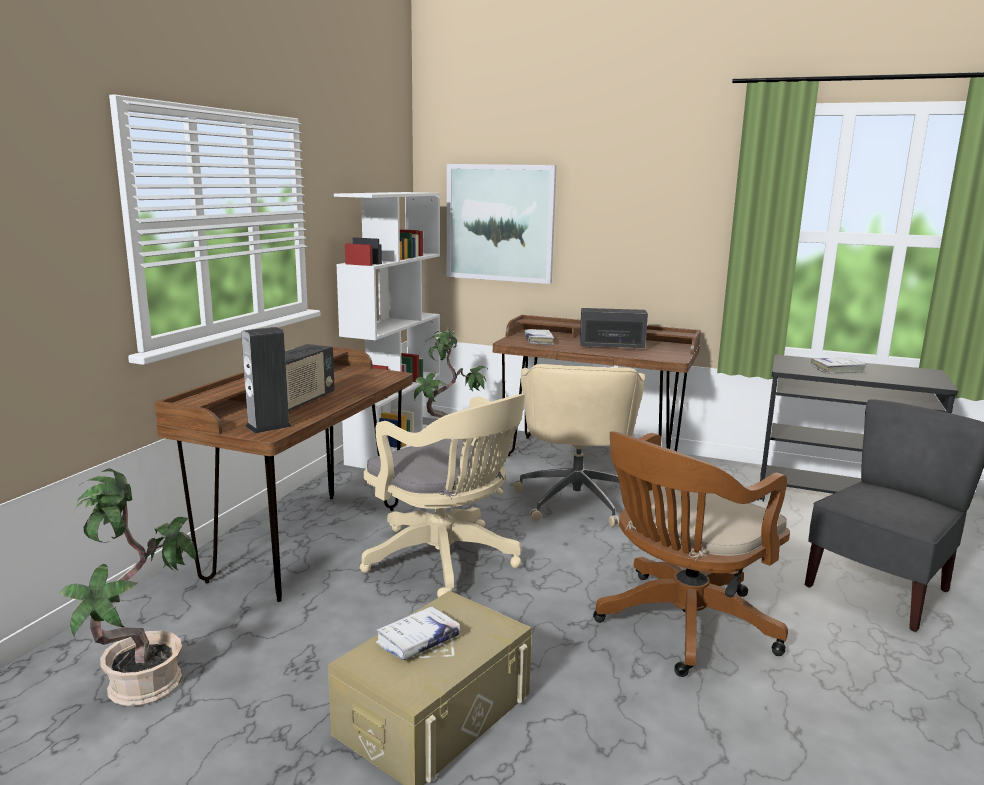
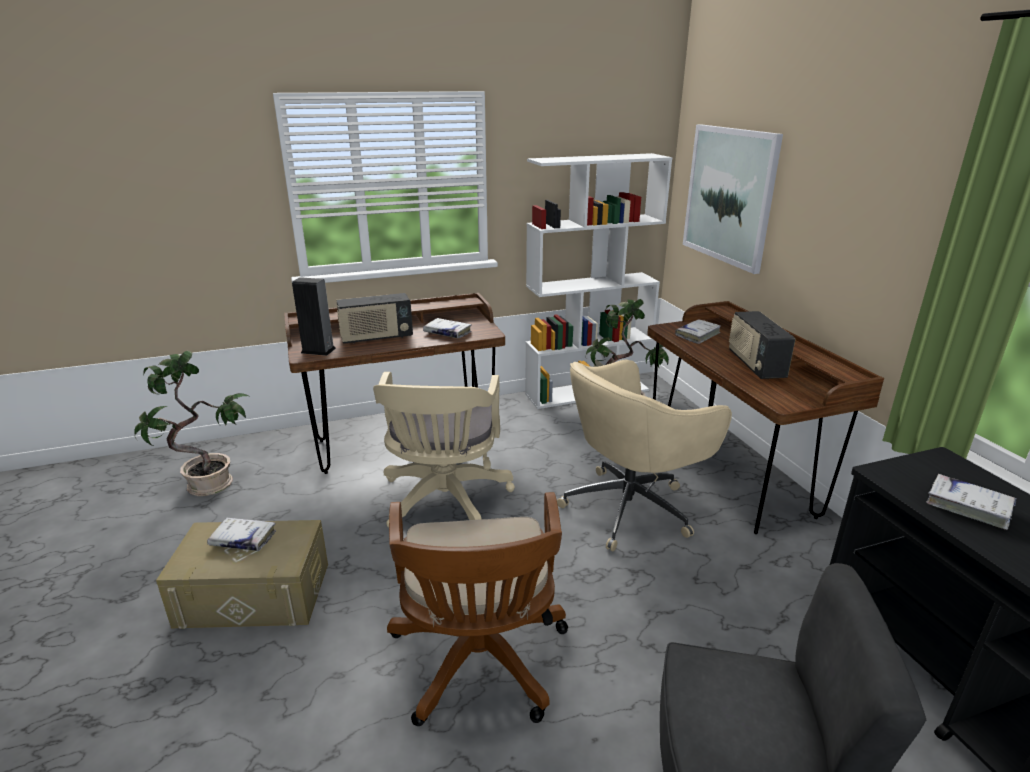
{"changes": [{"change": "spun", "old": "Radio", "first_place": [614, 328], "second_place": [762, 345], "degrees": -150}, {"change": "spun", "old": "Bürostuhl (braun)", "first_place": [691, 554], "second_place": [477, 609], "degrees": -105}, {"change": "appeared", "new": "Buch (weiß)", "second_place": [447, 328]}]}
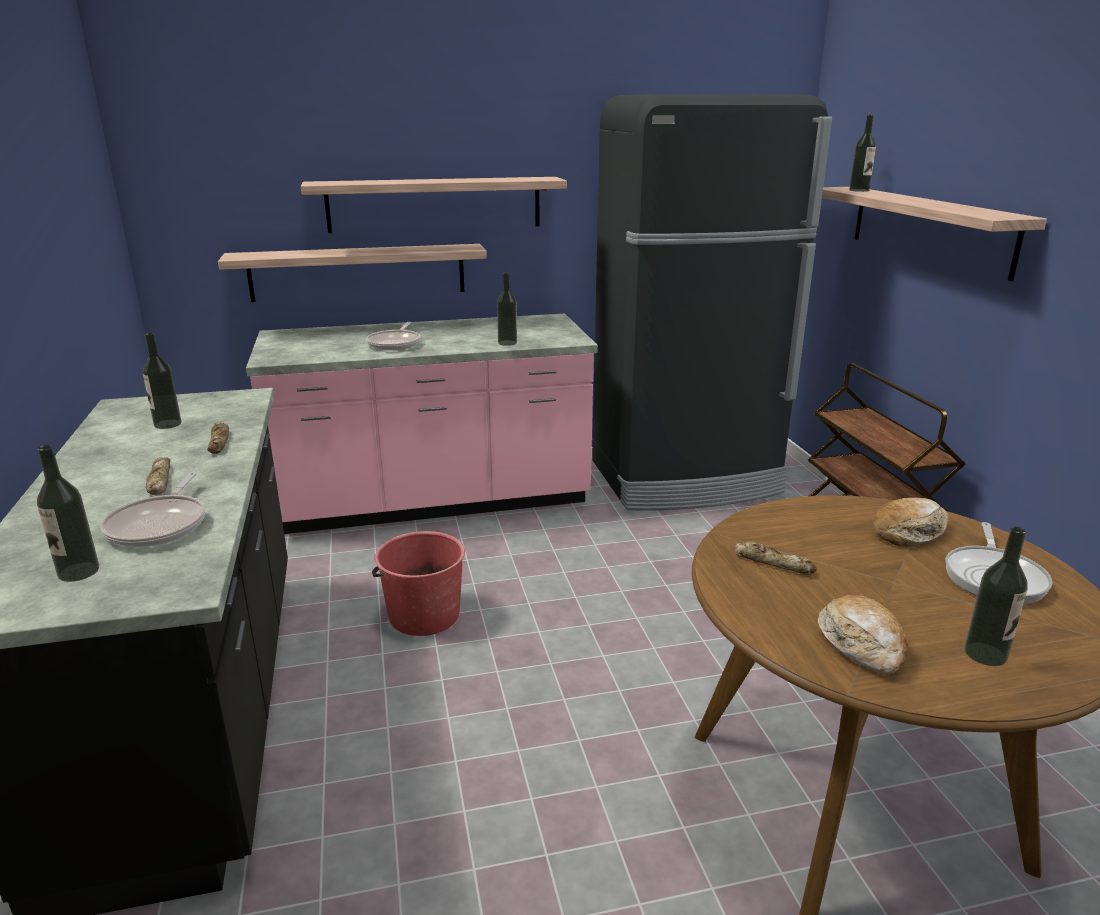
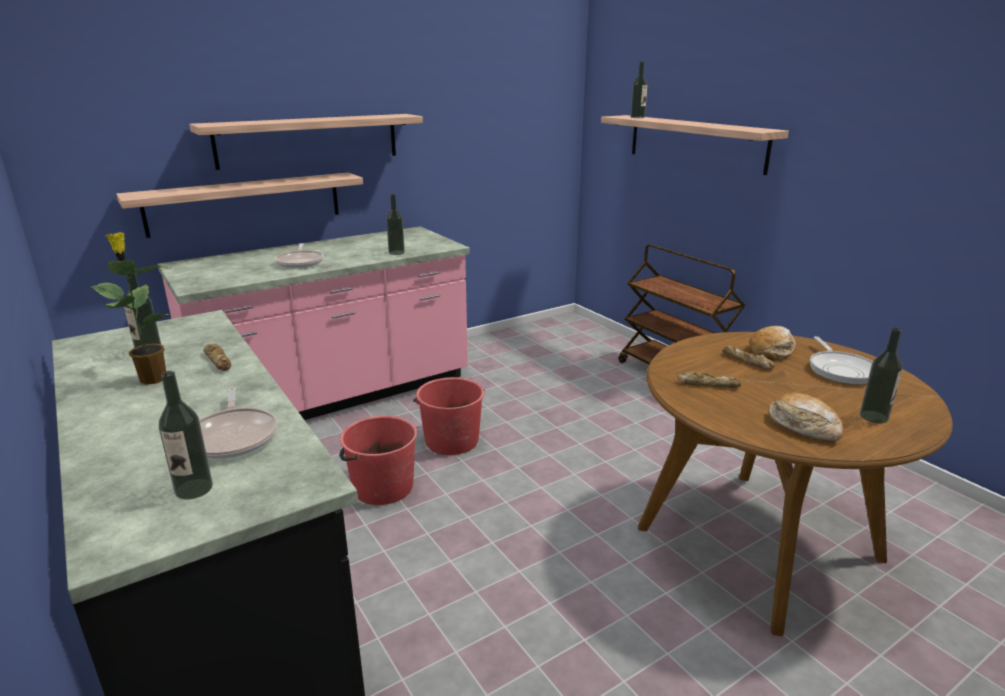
{"changes": [{"change": "missing", "old": "Kühlschrank (schwarz)", "first_place": [712, 302]}, {"change": "relocated", "old": "Brot", "first_place": [158, 476], "second_place": [748, 358]}, {"change": "appeared", "new": "Topfpflanze", "second_place": [131, 308]}, {"change": "appeared", "new": "Eimer (rot)", "second_place": [449, 416]}]}
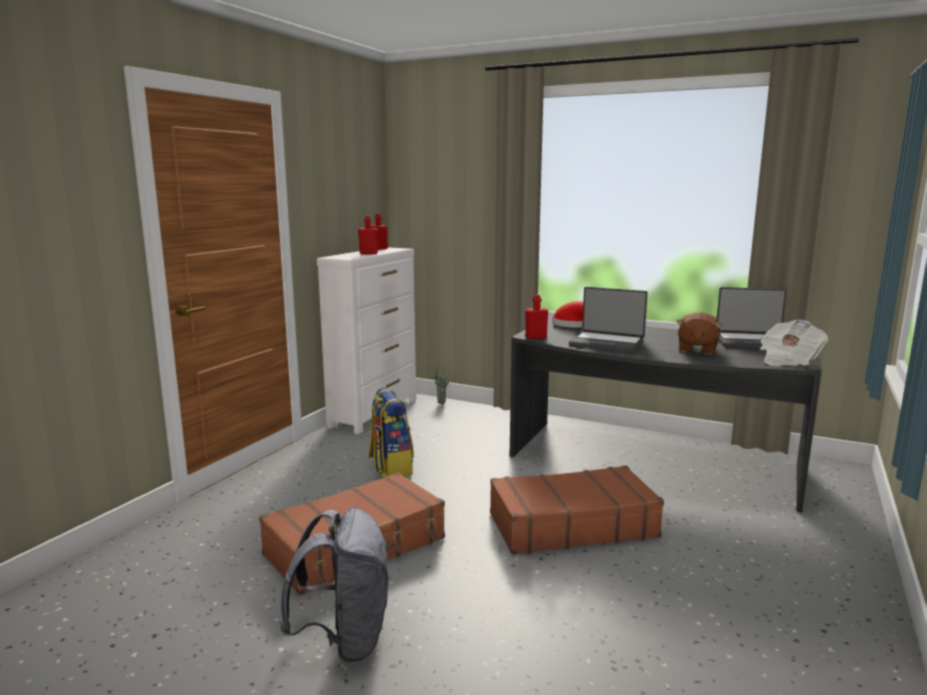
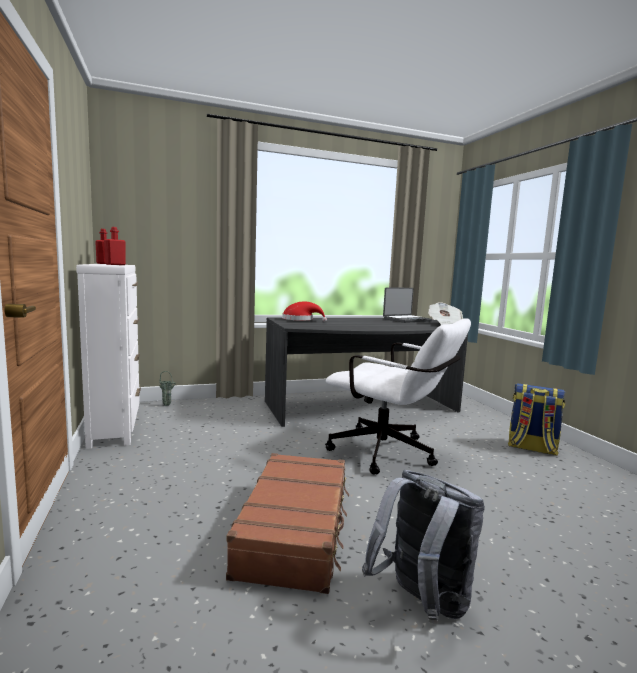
{"changes": [{"change": "missing", "old": "Laptop", "first_place": [608, 319]}, {"change": "missing", "old": "Flasche (rot)", "first_place": [536, 317]}, {"change": "missing", "old": "Plüschtier (braun)", "first_place": [699, 333]}, {"change": "relocated", "old": "Rucksack", "first_place": [391, 432], "second_place": [536, 419]}, {"change": "exchanged", "old": "Koffer (braun)", "new": "Bürostuhl (weiß)", "first_place": [577, 510], "second_place": [398, 396]}]}
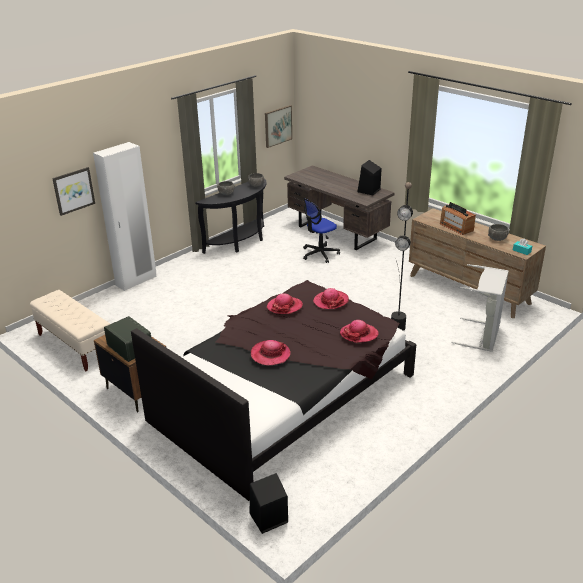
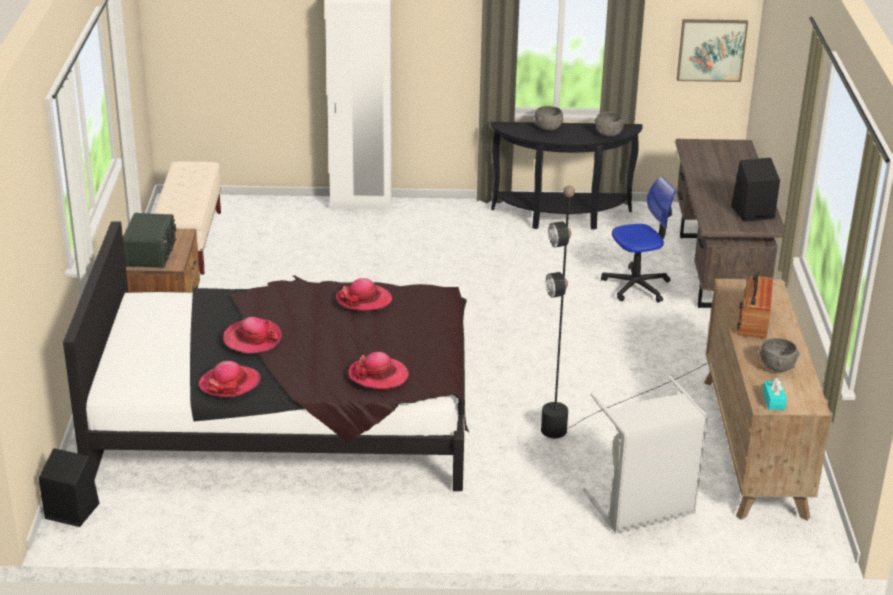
{"changes": [{"change": "missing", "old": "Bild", "first_place": [73, 191]}, {"change": "spun", "old": "Bürostuhl", "first_place": [321, 230], "second_place": [638, 240], "degrees": 150}, {"change": "relocated", "old": "Hut", "first_place": [331, 298], "second_place": [230, 379]}]}
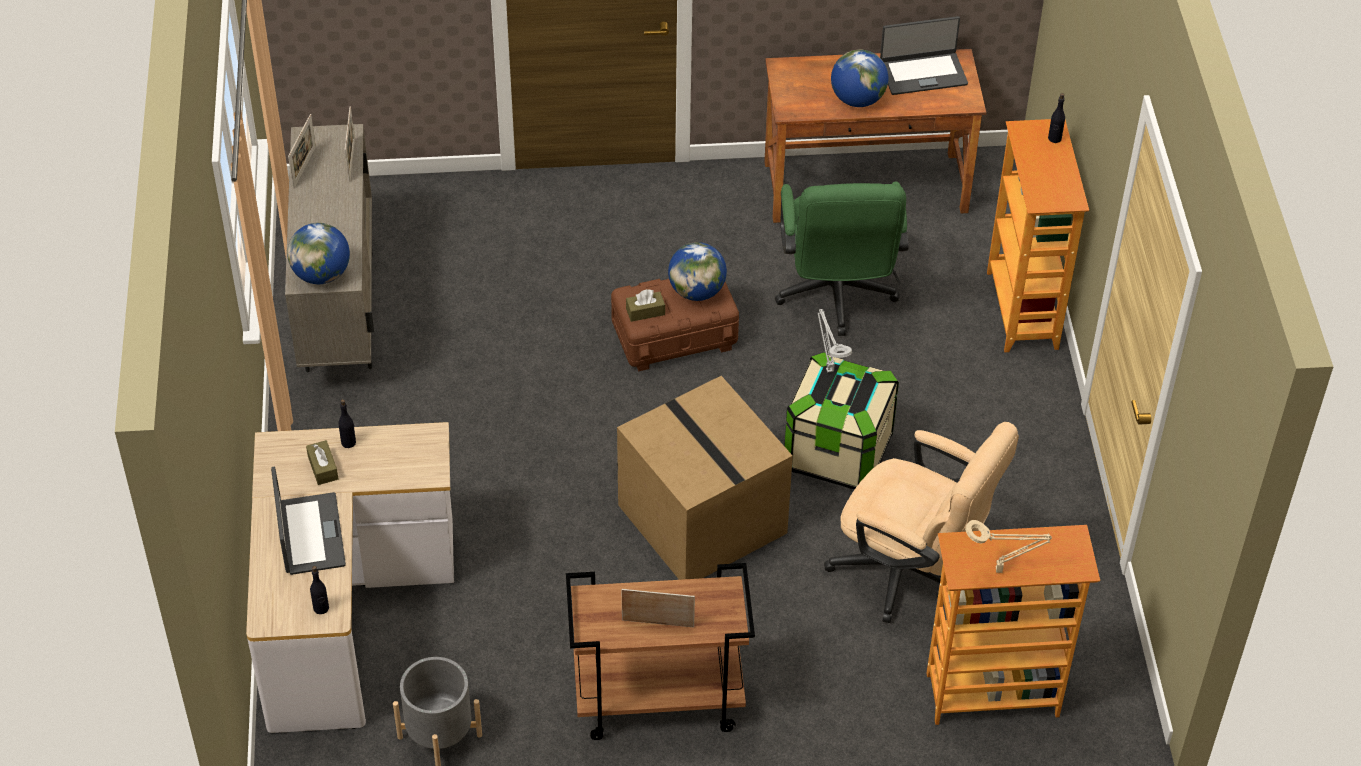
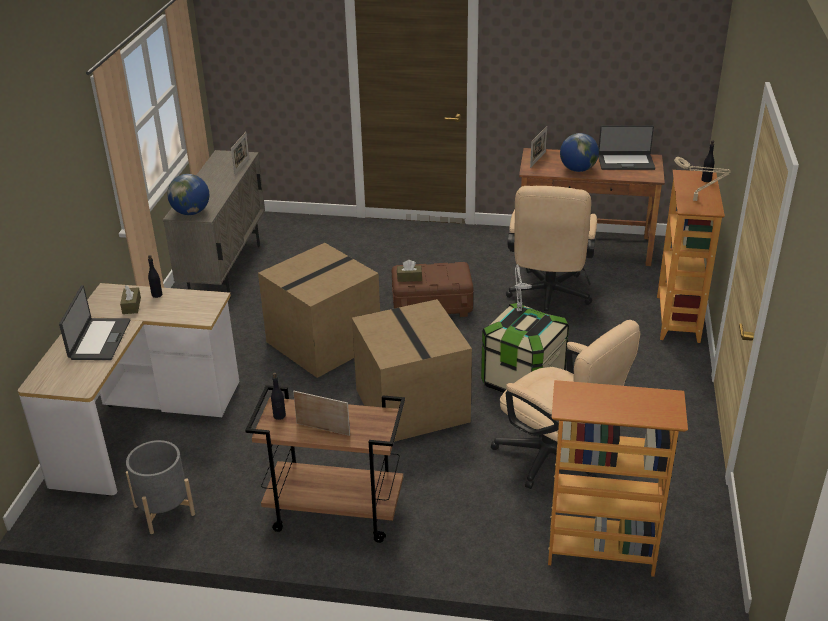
{"changes": [{"change": "relocated", "old": "Bilderrahmen", "first_place": [302, 151], "second_place": [538, 147]}, {"change": "colour", "old": "Bürostuhl (grün)", "new": "Bürostuhl (beige)", "first_place": [842, 258], "second_place": [551, 250]}, {"change": "missing", "old": "Globus", "first_place": [697, 271]}, {"change": "relocated", "old": "Tischlampe (beige)", "first_place": [1008, 546], "second_place": [702, 179]}, {"change": "relocated", "old": "Flasche (schwarz)", "first_place": [319, 590], "second_place": [278, 396]}, {"change": "appeared", "new": "Karton", "second_place": [319, 310]}]}
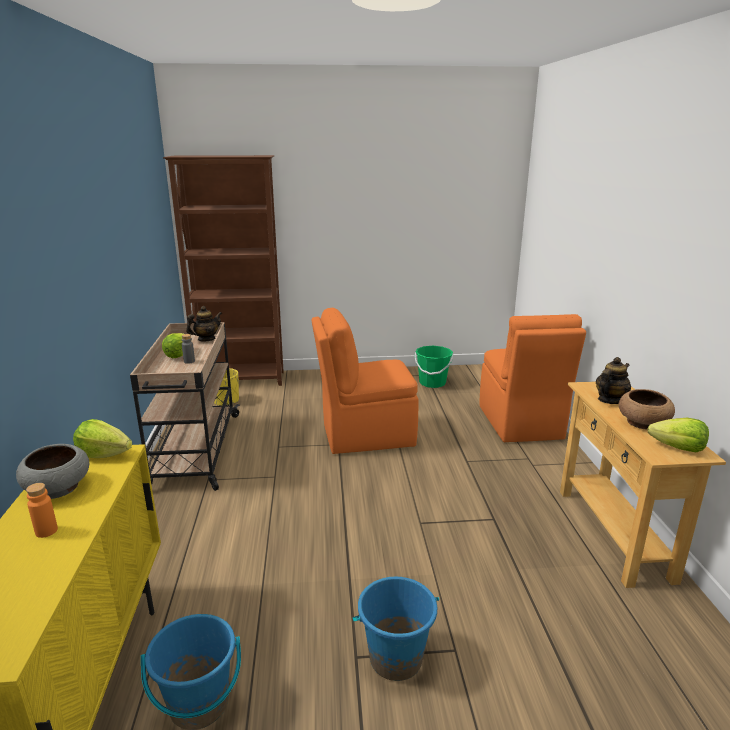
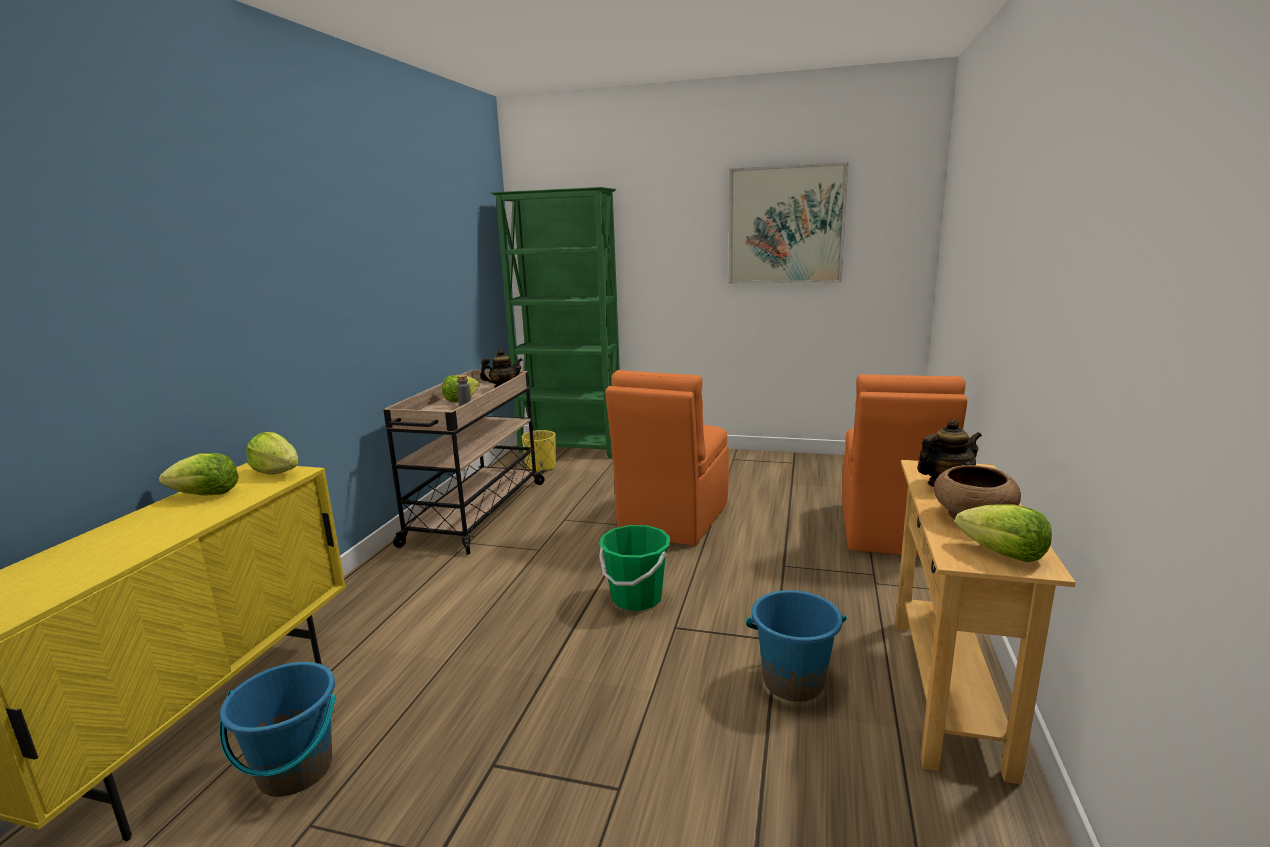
{"changes": [{"change": "colour", "old": "Bücherregal (braun)", "new": "Bücherregal (grün)", "first_place": [223, 270], "second_place": [555, 322]}, {"change": "spun", "old": "Stuhl (orange)", "first_place": [365, 380], "second_place": [667, 458], "degrees": -75}, {"change": "relocated", "old": "Eimer (grün)", "first_place": [433, 367], "second_place": [634, 568]}, {"change": "exchanged", "old": "Schüssel (grau)", "new": "Salatkopf", "first_place": [52, 471], "second_place": [199, 474]}, {"change": "missing", "old": "Flasche (orange)", "first_place": [42, 510]}, {"change": "relocated", "old": "Eimer (blau)", "first_place": [396, 629], "second_place": [796, 646]}, {"change": "appeared", "new": "Bild", "second_place": [788, 222]}]}
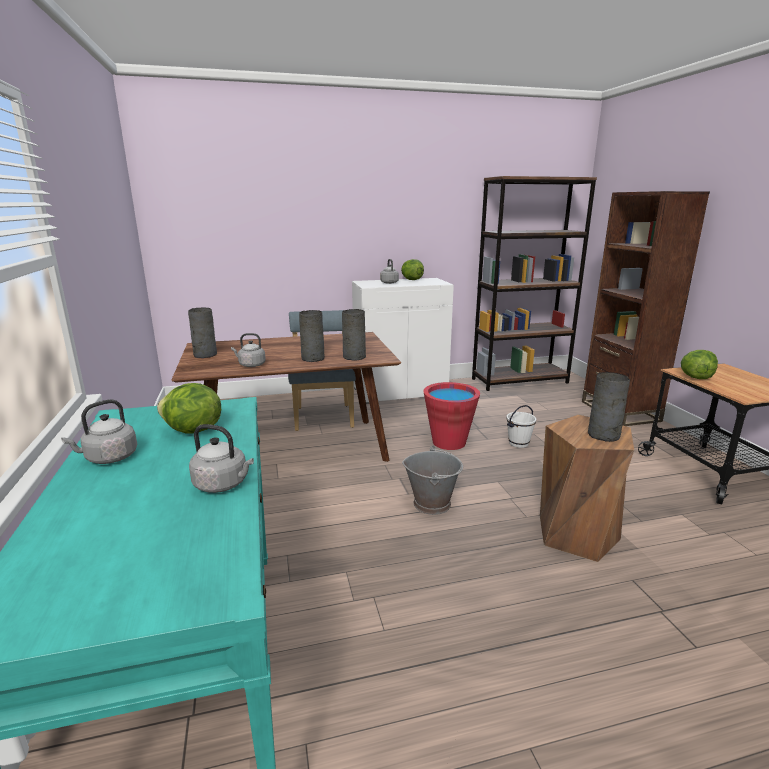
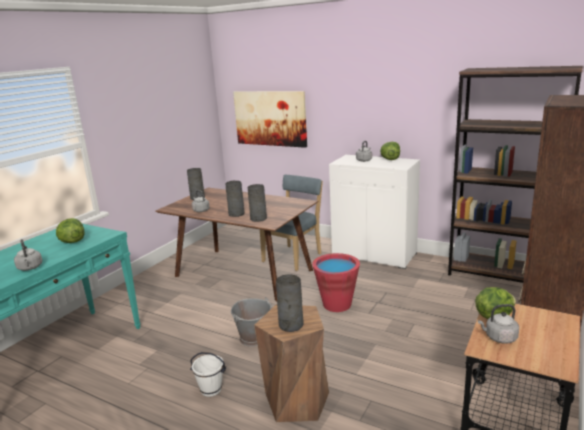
{"changes": [{"change": "relocated", "old": "Wasserkessel (grau)", "first_place": [99, 431], "second_place": [498, 324]}, {"change": "relocated", "old": "Eimer (weiß)", "first_place": [521, 426], "second_place": [208, 374]}, {"change": "appeared", "new": "Bild", "second_place": [270, 119]}]}
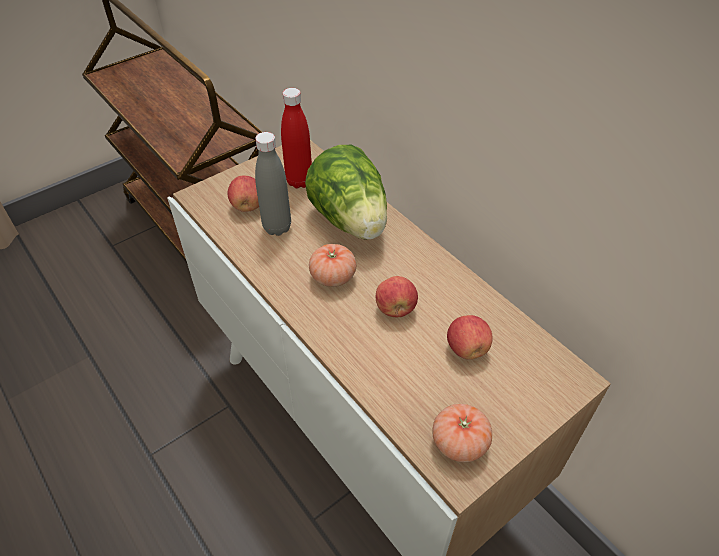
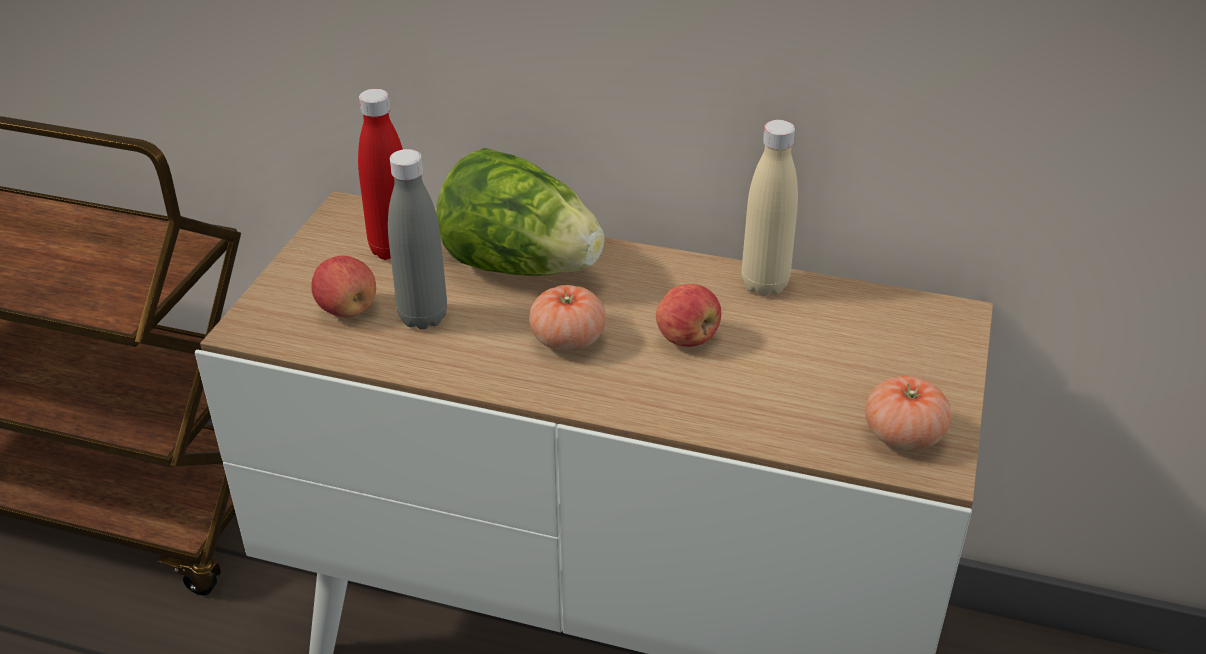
{"changes": [{"change": "missing", "old": "Apfel", "first_place": [470, 337]}, {"change": "appeared", "new": "Flasche (beige)", "second_place": [770, 208]}]}
